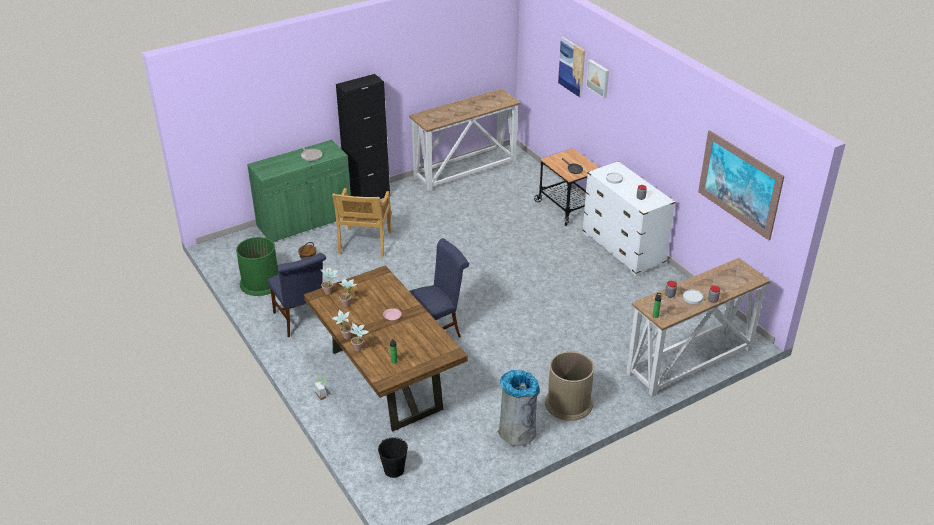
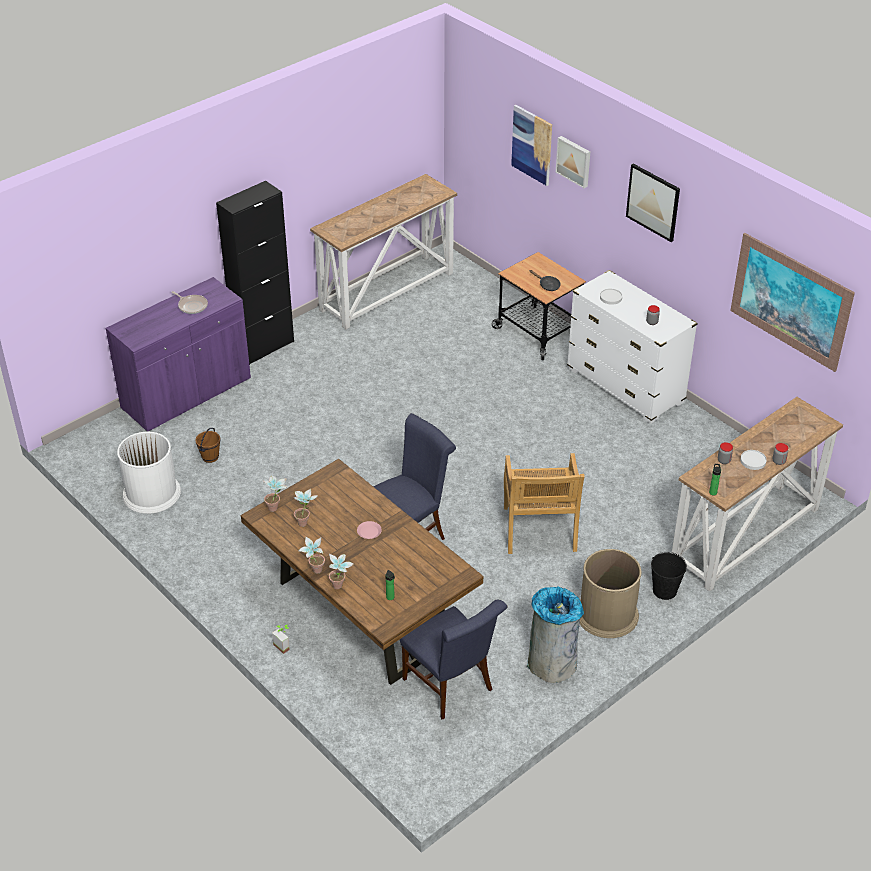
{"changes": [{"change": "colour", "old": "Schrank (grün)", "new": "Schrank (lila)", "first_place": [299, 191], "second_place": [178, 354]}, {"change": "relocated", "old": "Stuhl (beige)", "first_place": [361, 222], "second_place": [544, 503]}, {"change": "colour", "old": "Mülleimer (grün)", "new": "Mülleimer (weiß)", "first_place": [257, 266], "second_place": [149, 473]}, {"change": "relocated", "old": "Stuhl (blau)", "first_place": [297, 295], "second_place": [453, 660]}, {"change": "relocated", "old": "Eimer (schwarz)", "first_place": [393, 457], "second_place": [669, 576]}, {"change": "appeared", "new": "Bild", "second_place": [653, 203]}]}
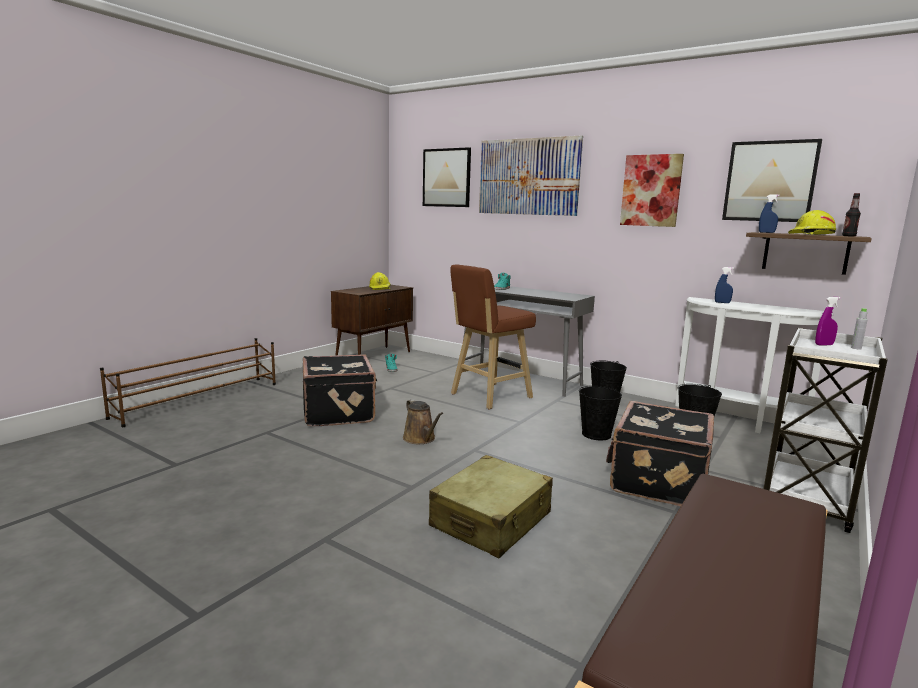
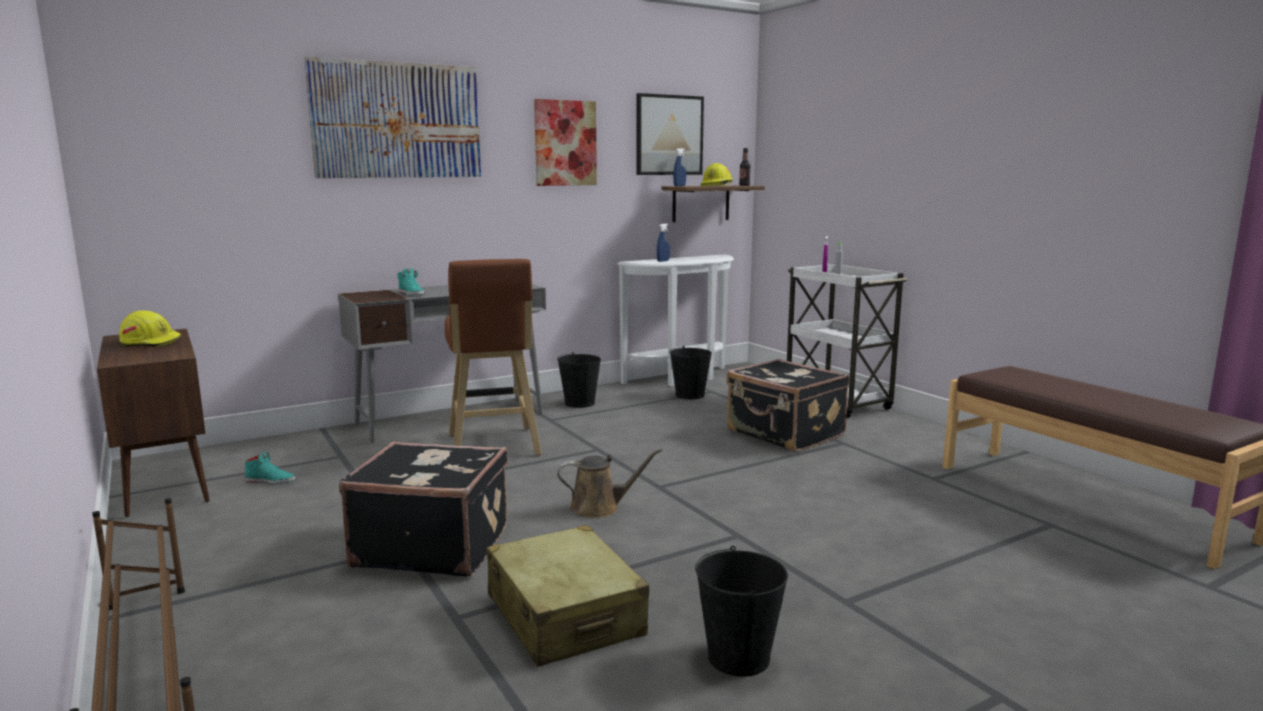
{"changes": [{"change": "missing", "old": "Bild", "first_place": [447, 177]}, {"change": "relocated", "old": "Eimer (schwarz)", "first_place": [600, 413], "second_place": [741, 611]}, {"change": "relocated", "old": "Koffer (beige)", "first_place": [491, 506], "second_place": [568, 596]}]}
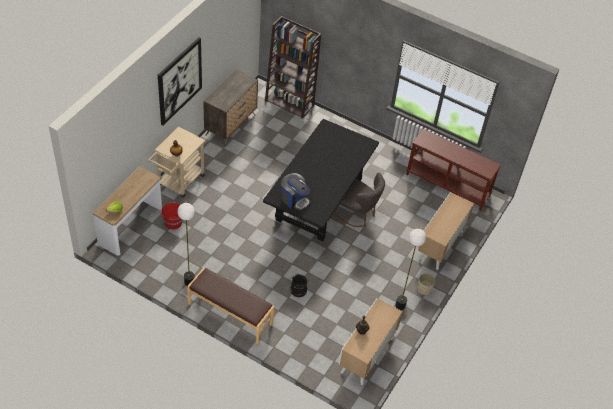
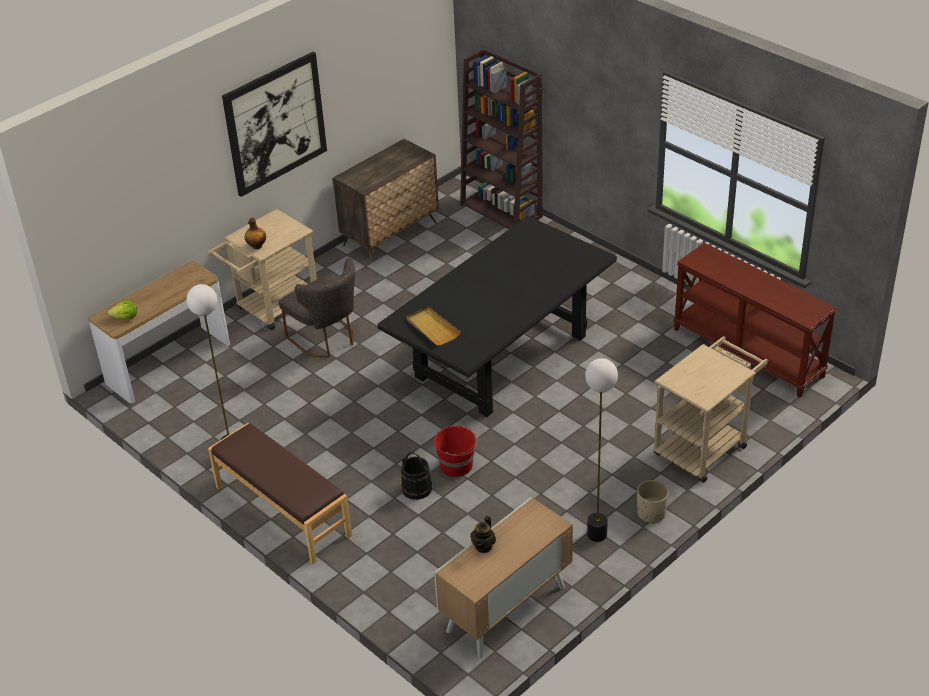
{"changes": [{"change": "exchanged", "old": "Kaffeemaschine", "new": "Tablett (beige)", "first_place": [295, 191], "second_place": [434, 326]}, {"change": "relocated", "old": "Stuhl (grau)", "first_place": [359, 200], "second_place": [316, 308]}, {"change": "exchanged", "old": "Schrank", "new": "Rollwagen (beige)", "first_place": [445, 231], "second_place": [711, 409]}, {"change": "relocated", "old": "Eimer (rot)", "first_place": [171, 215], "second_place": [456, 451]}]}
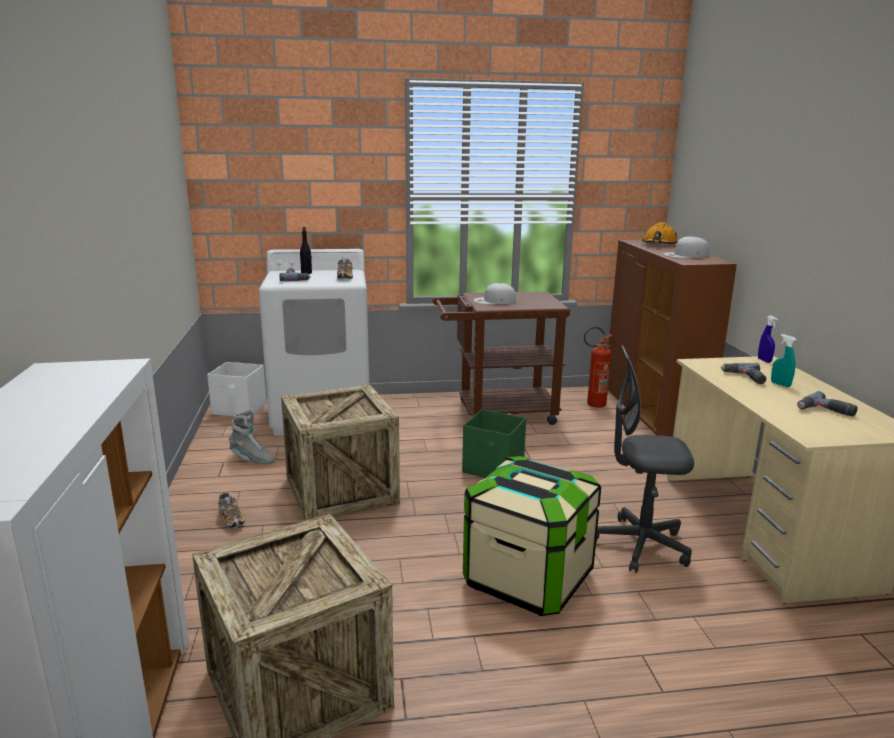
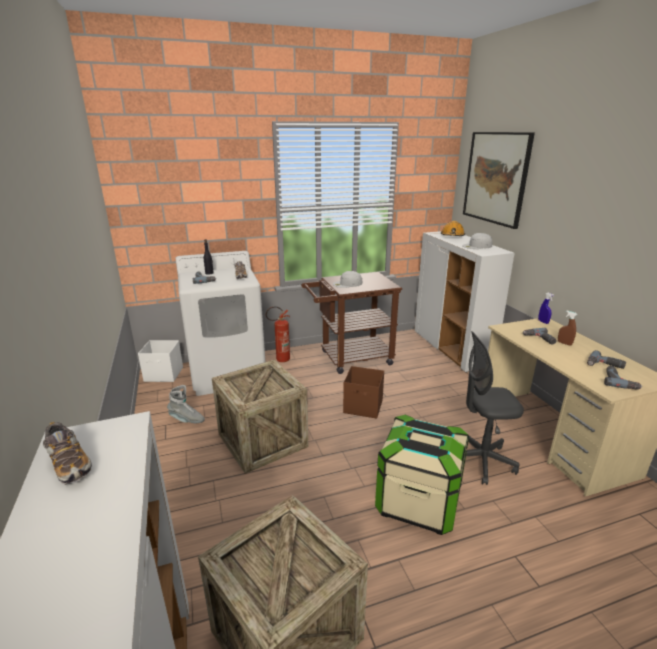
{"changes": [{"change": "colour", "old": "Schrank (braun)", "new": "Schrank (weiß)", "first_place": [672, 338], "second_place": [464, 301]}, {"change": "relocated", "old": "Feuerlöscher", "first_place": [599, 367], "second_place": [278, 334]}, {"change": "colour", "old": "Sprühflasche (türkis)", "new": "Sprühflasche (braun)", "first_place": [783, 360], "second_place": [567, 328]}, {"change": "colour", "old": "Aufbewahrungsbox (grün)", "new": "Aufbewahrungsbox (braun)", "first_place": [494, 443], "second_place": [363, 392]}, {"change": "relocated", "old": "Schuh", "first_place": [231, 510], "second_place": [67, 453]}, {"change": "appeared", "new": "Bild", "second_place": [499, 180]}, {"change": "appeared", "new": "Bohrmaschine", "second_place": [623, 378]}]}
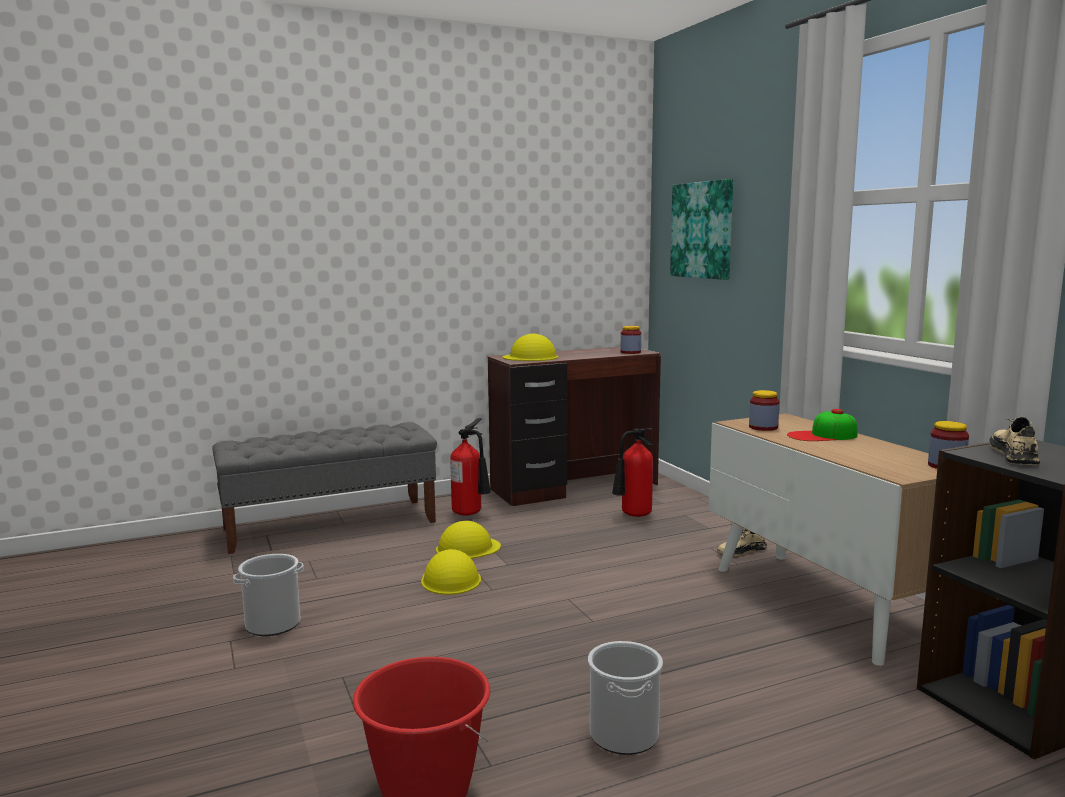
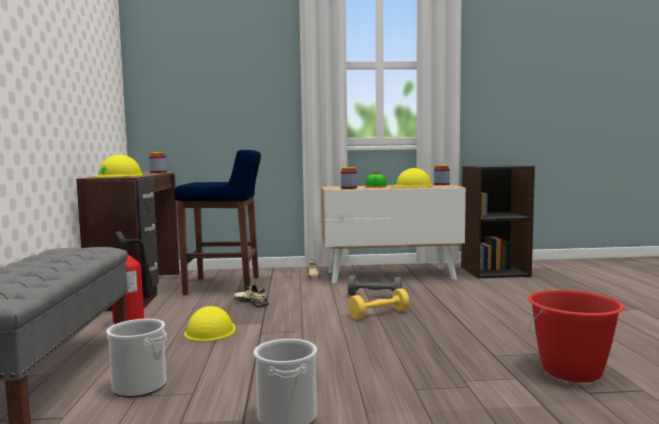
{"changes": [{"change": "missing", "old": "Bild", "first_place": [701, 229]}, {"change": "relocated", "old": "Schuh (beige)", "first_place": [1015, 441], "second_place": [251, 295]}, {"change": "exchanged", "old": "Feuerlöscher", "new": "Hocker (blau)", "first_place": [632, 472], "second_place": [217, 222]}, {"change": "relocated", "old": "Schutzhelm (gelb)", "first_place": [451, 572], "second_place": [411, 177]}, {"change": "relocated", "old": "Eimer", "first_place": [625, 698], "second_place": [136, 358]}, {"change": "appeared", "new": "Hantel (grau)", "second_place": [375, 285]}, {"change": "appeared", "new": "Hantel (gelb)", "second_place": [379, 303]}]}
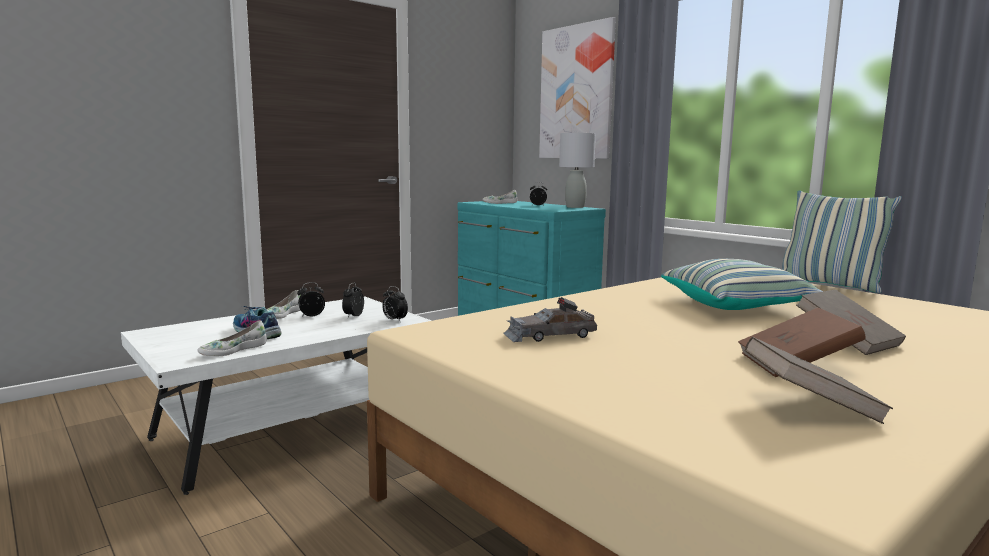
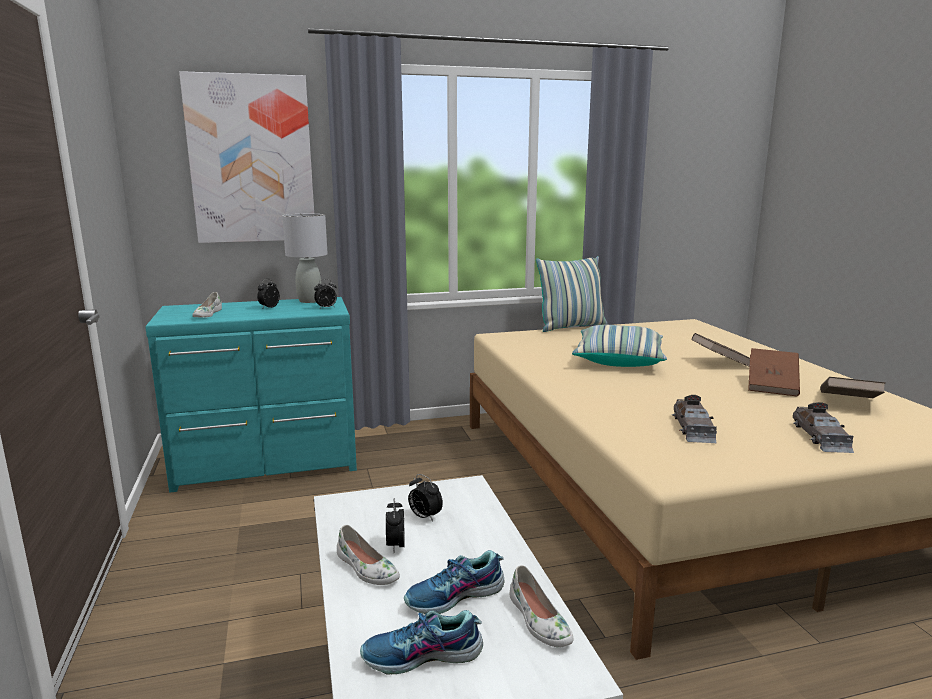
{"changes": [{"change": "relocated", "old": "Wecker", "first_place": [395, 303], "second_place": [325, 293]}, {"change": "appeared", "new": "Spielzeugauto (grau)", "second_place": [823, 427]}, {"change": "appeared", "new": "Schuh", "second_place": [421, 642]}]}
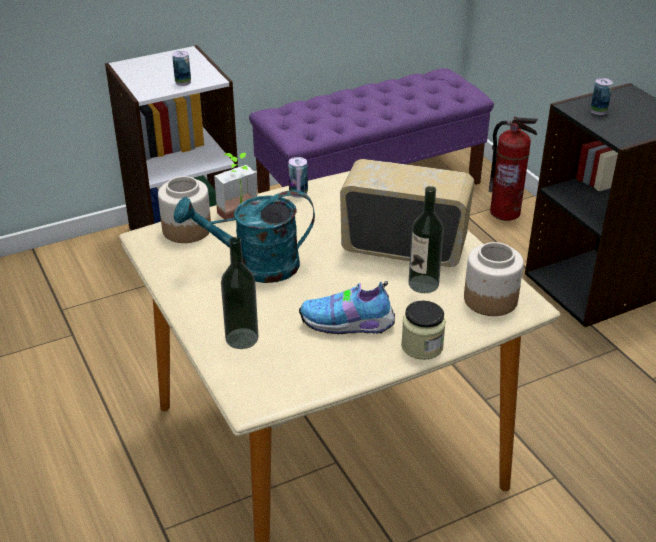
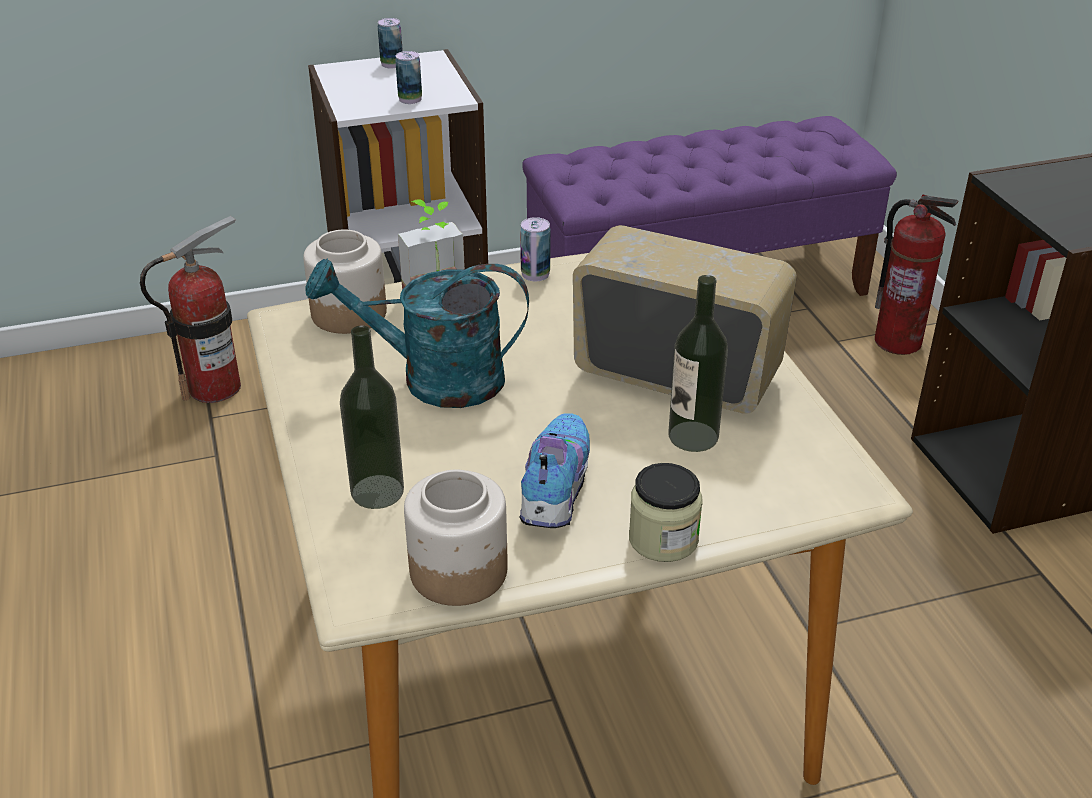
{"changes": [{"change": "relocated", "old": "Dose", "first_place": [602, 96], "second_place": [390, 43]}, {"change": "relocated", "old": "Vorratsglas", "first_place": [494, 279], "second_place": [456, 538]}, {"change": "spun", "old": "Schuh", "first_place": [347, 307], "second_place": [554, 470], "degrees": 90}, {"change": "appeared", "new": "Feuerlöscher", "second_place": [190, 309]}]}
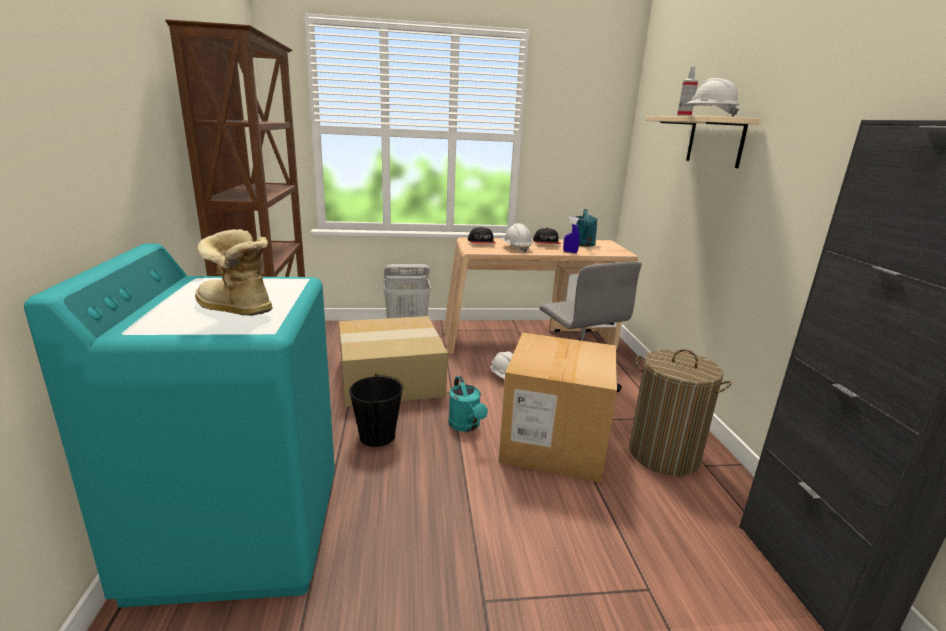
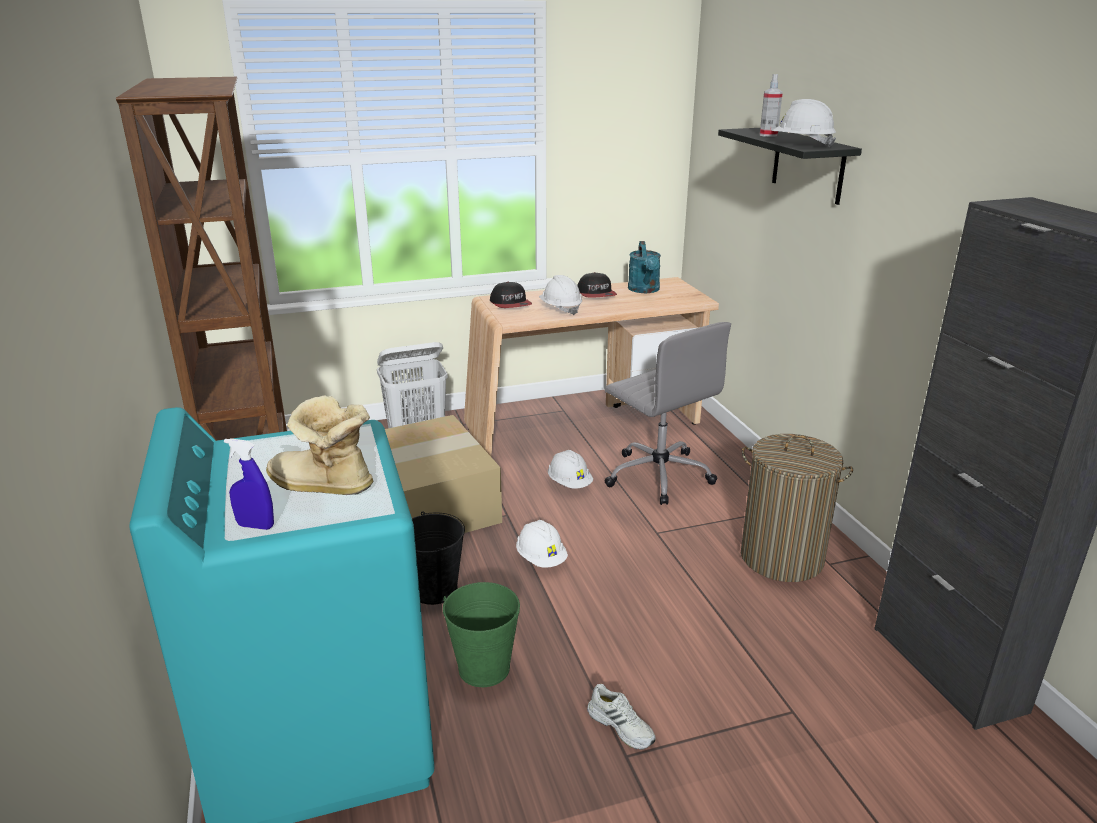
{"changes": [{"change": "colour", "old": "Wandregal (beige)", "new": "Wandregal (schwarz)", "first_place": [703, 142], "second_place": [790, 166]}, {"change": "relocated", "old": "Sprühflasche (blau)", "first_place": [571, 235], "second_place": [249, 484]}, {"change": "missing", "old": "Karton", "first_place": [558, 408]}, {"change": "exchanged", "old": "Gießkanne (türkis)", "new": "Schutzhelm (weiß)", "first_place": [468, 404], "second_place": [542, 544]}, {"change": "appeared", "new": "Eimer (grün)", "second_place": [481, 634]}, {"change": "appeared", "new": "Schuh (weiß)", "second_place": [621, 717]}]}
